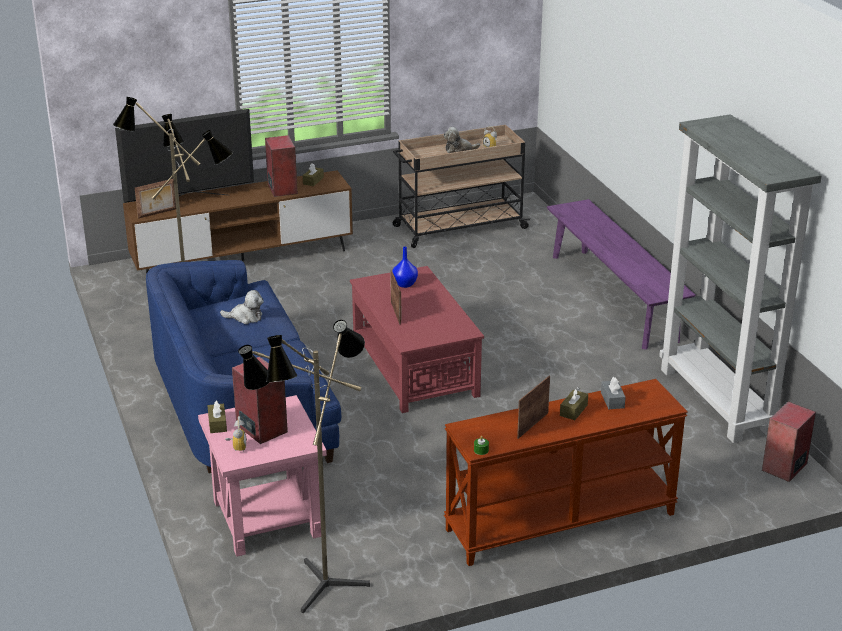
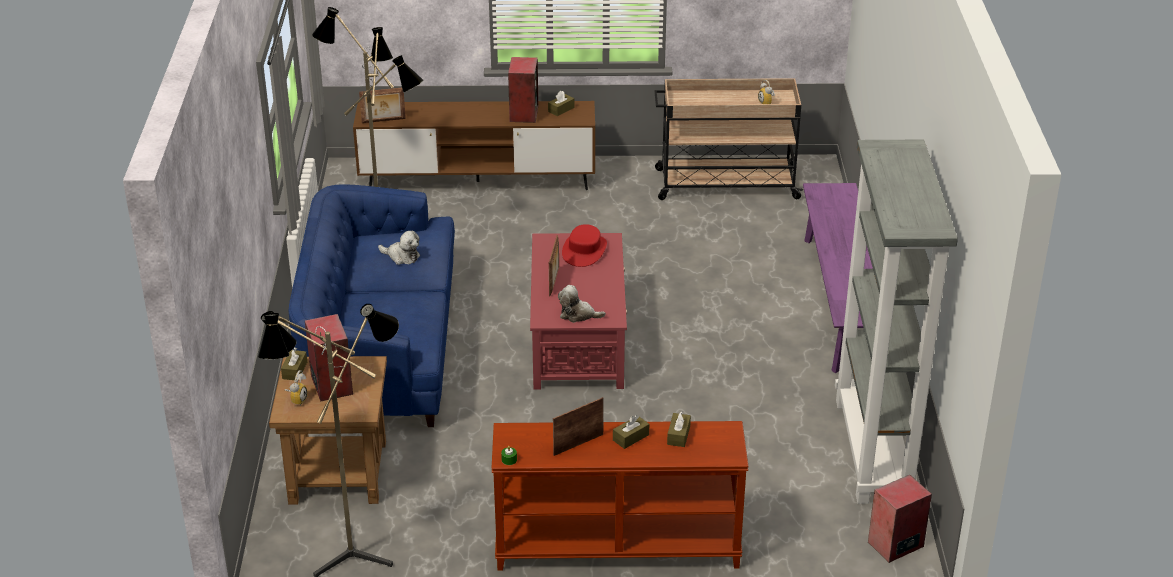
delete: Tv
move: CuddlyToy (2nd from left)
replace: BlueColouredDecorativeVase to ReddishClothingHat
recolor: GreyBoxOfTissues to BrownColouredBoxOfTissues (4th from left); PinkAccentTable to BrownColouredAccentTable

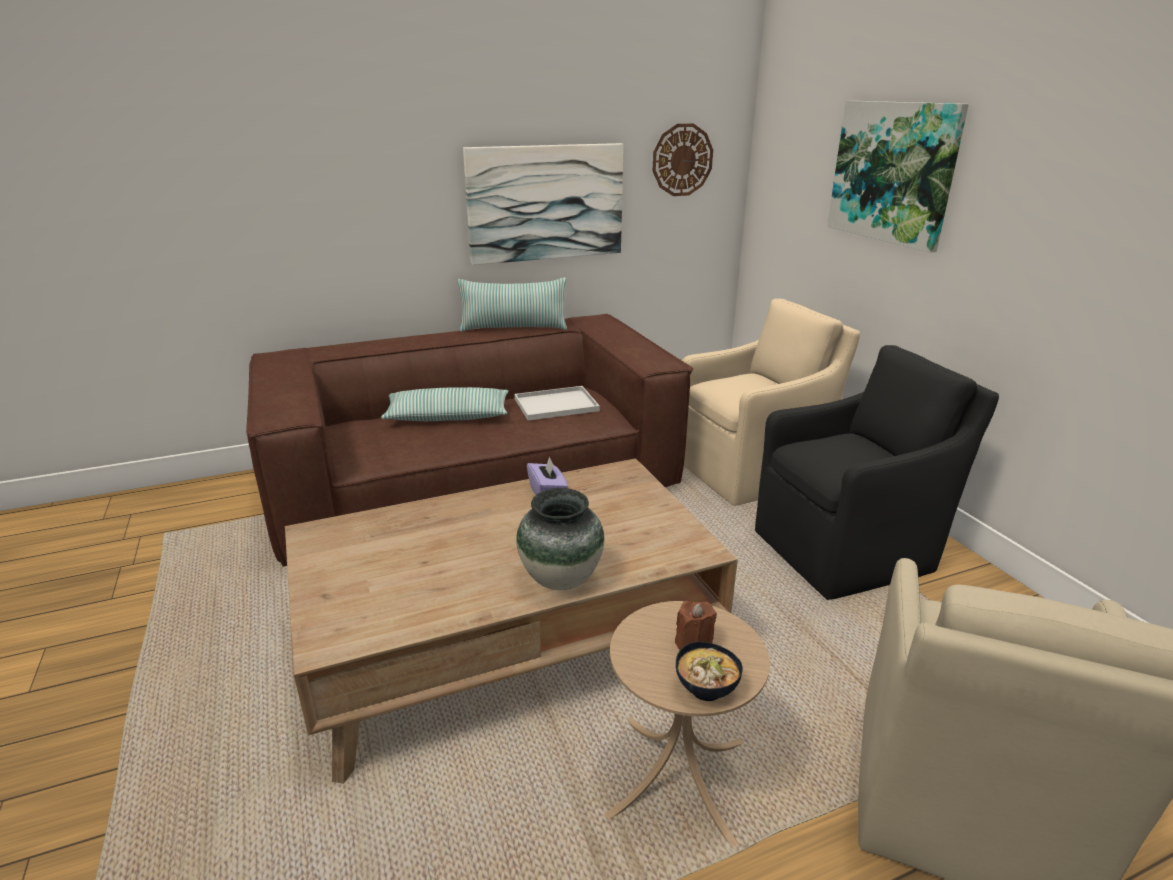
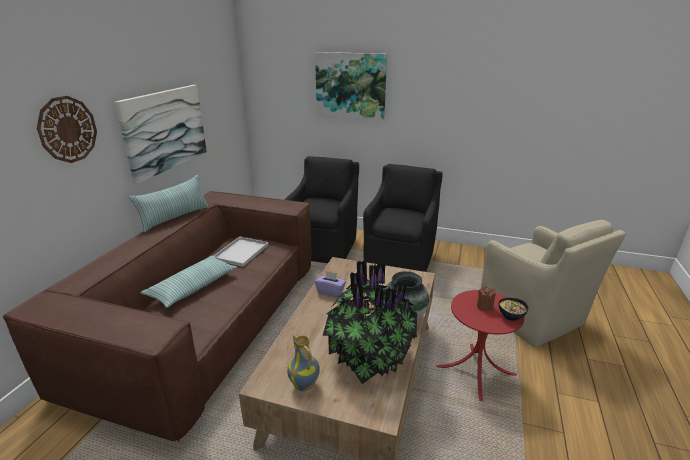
insert: PlantInAPot; DecorativeVase (1st from left)
move: HangingClock
recolor: SandColouredArmchair (1st from left) to BlackishArmchair (1st from left); SandColouredAccentTable to ReddishAccentTable

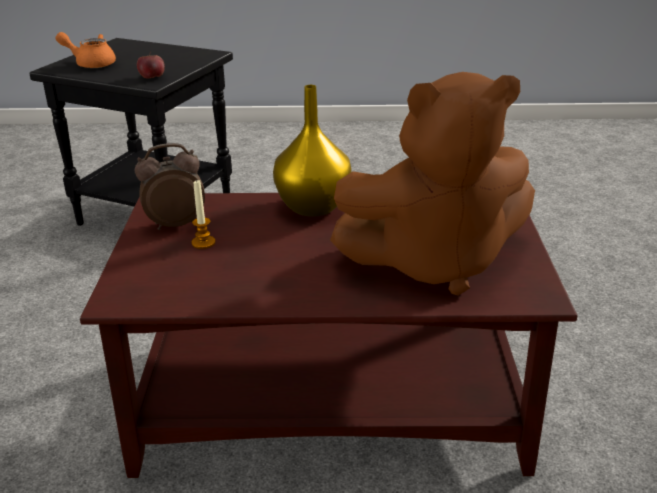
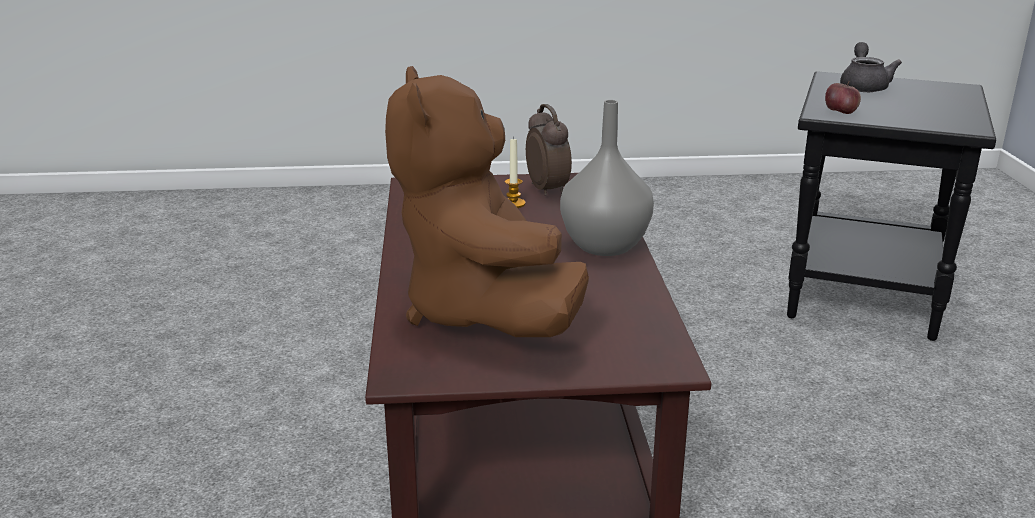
recolor: OrangeyPotForTea to GreyPotForTea; YellowishDecorativeVase to GreyDecorativeVase

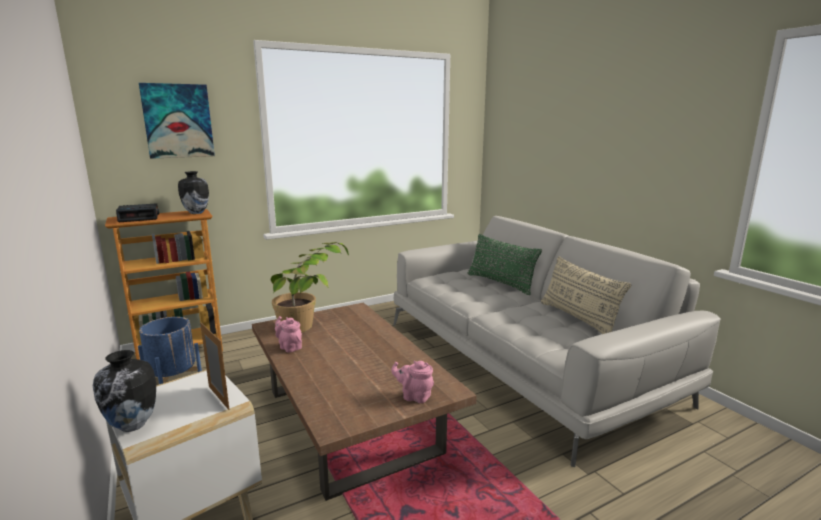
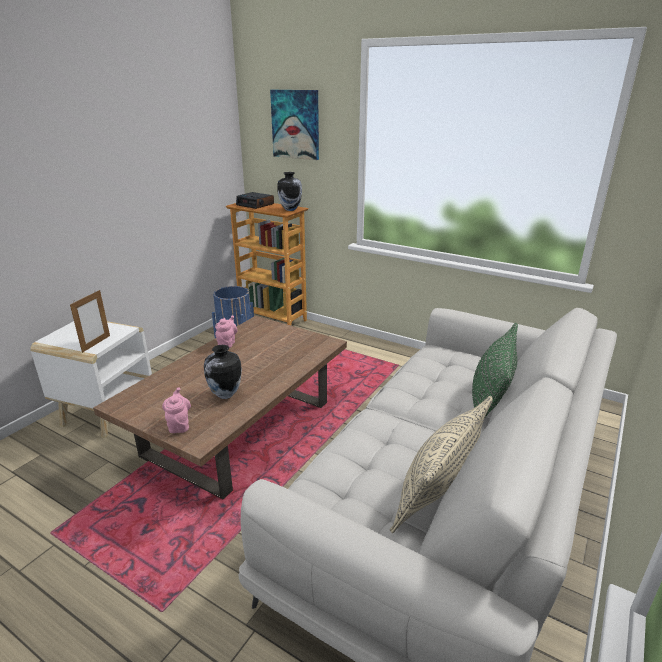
delete: PlantInAPot
move: DecorativeVase (1st from left)

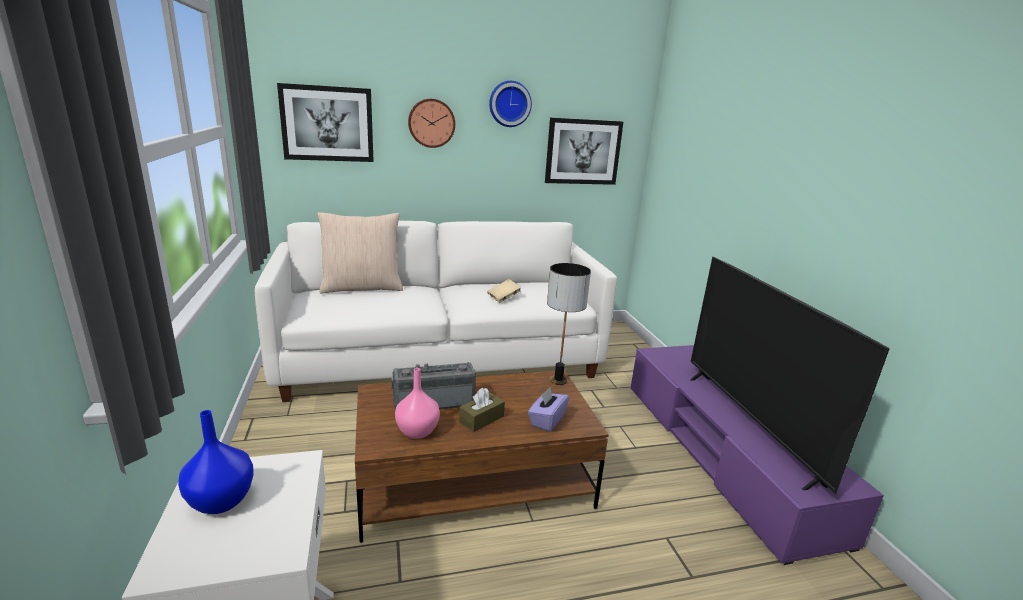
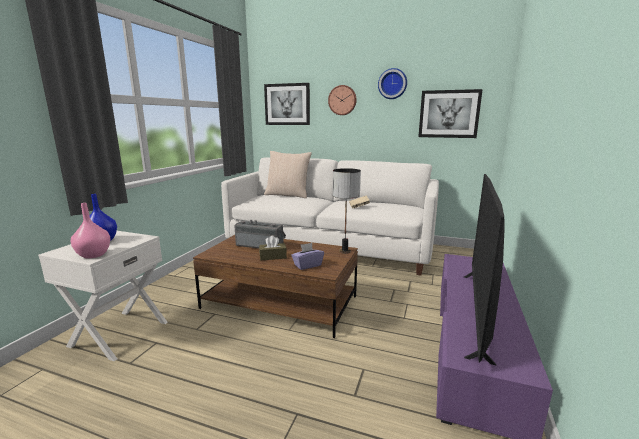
move: PinkDecorativeVase

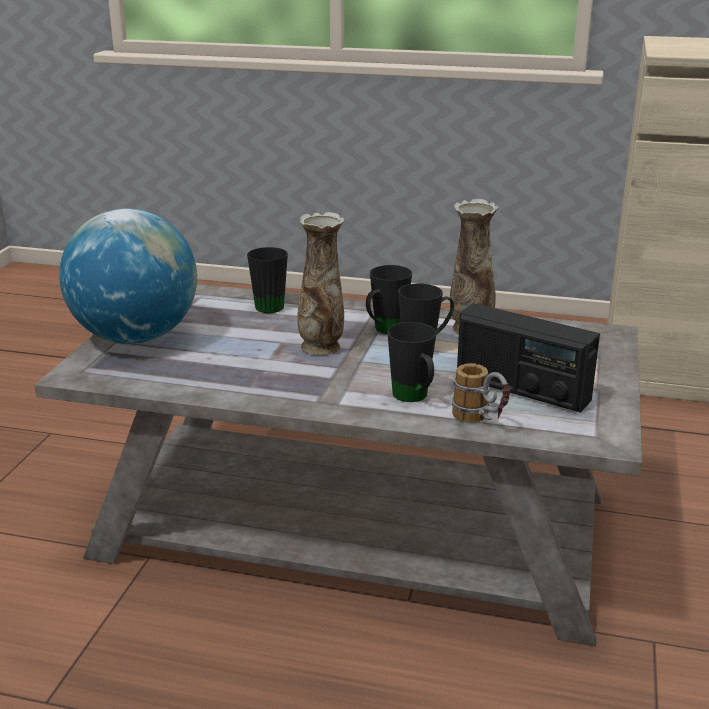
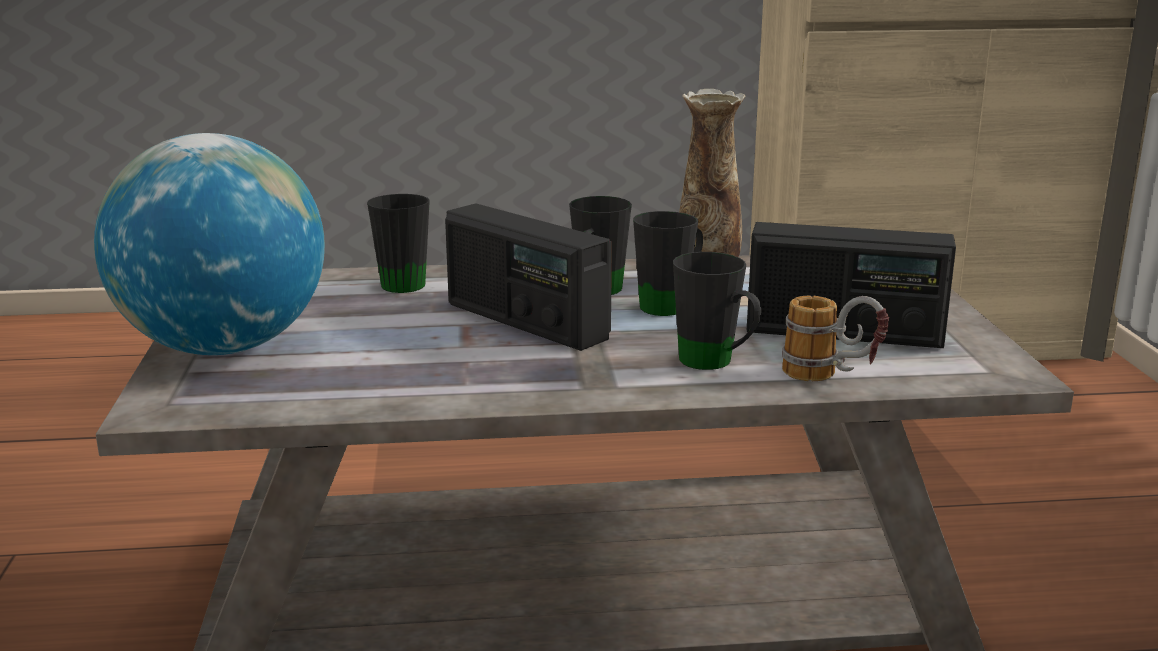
replace: DecorativeVase (1st from left) to Radio (1st from left)

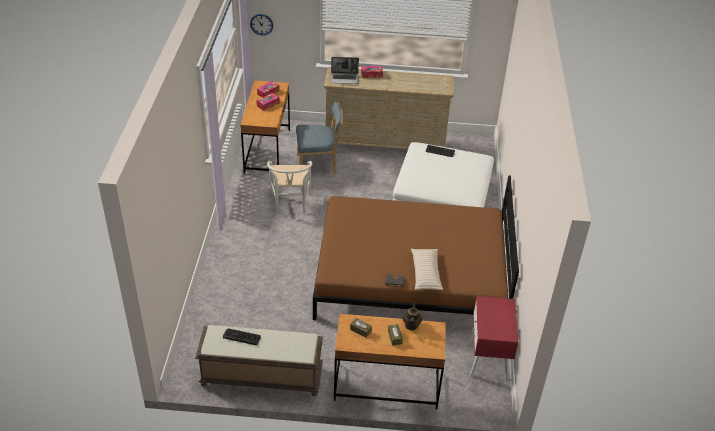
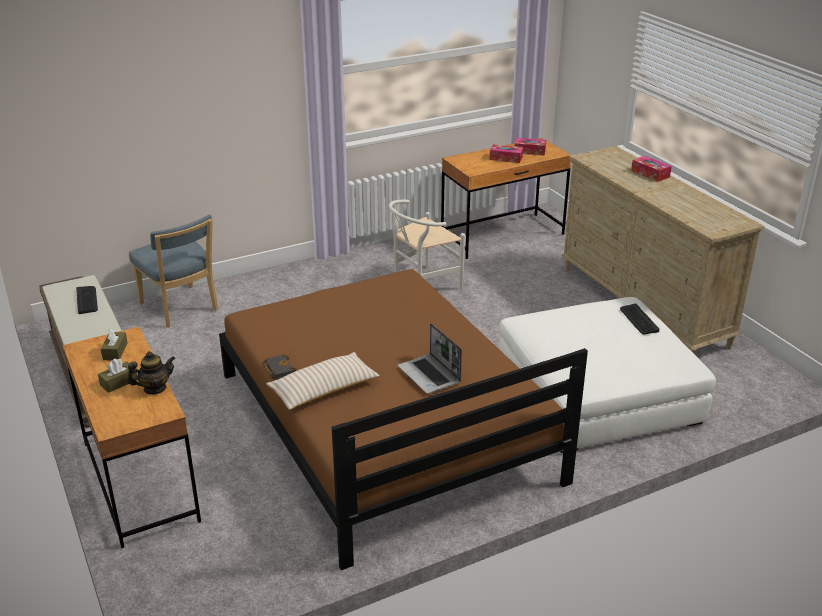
delete: HangingClock; ReddishBedsideTable
move: Laptop; BlueColouredChair

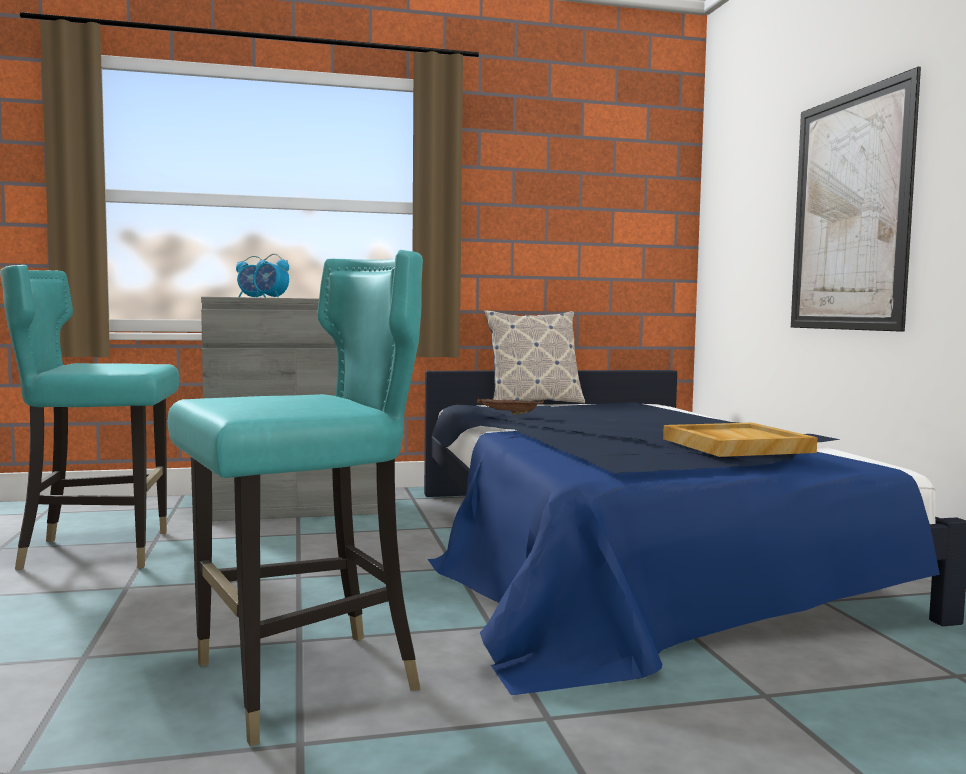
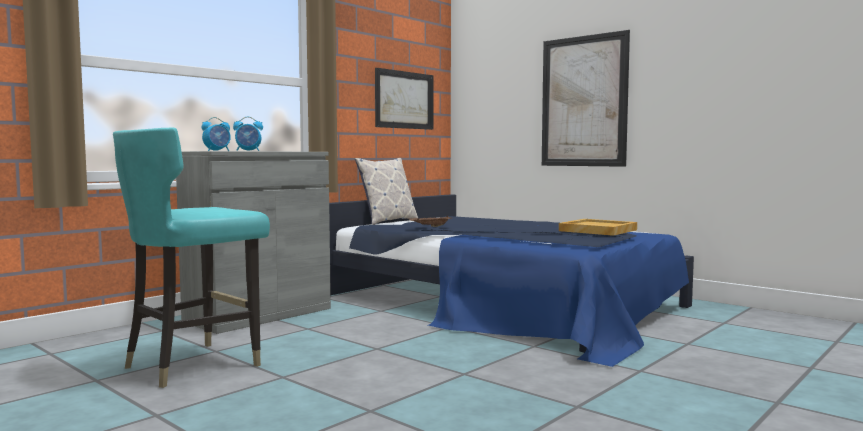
delete: TurquoiseColouredChair (2nd from left)
insert: Picture (1st from left)

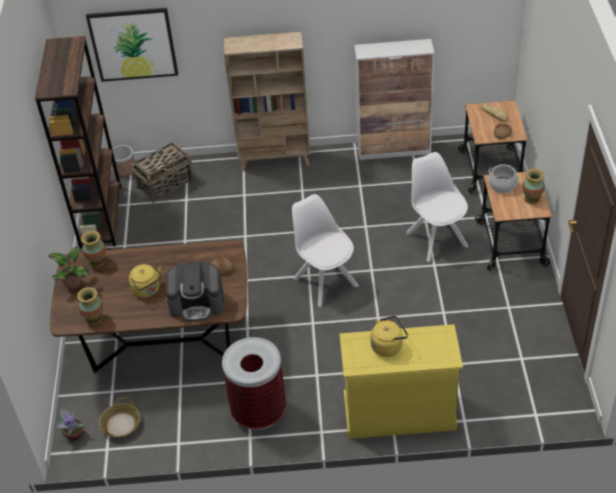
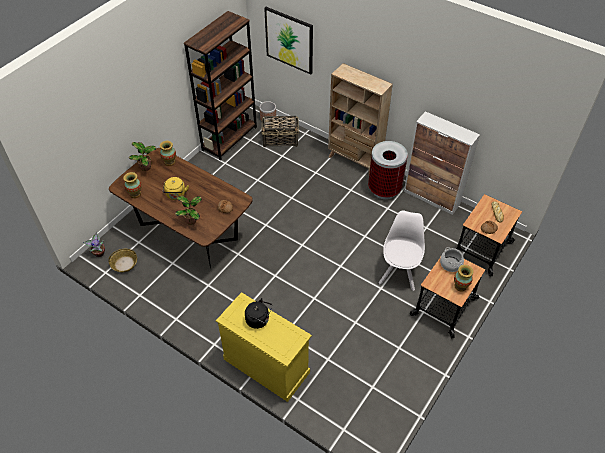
delete: WhiteChair (1st from left)
move: TrashCan
replace: CoffeeBrewer to PlantInAPot (3rd from left)
recolor: YellowishTeaKettle (2nd from left) to BlackishTeaKettle

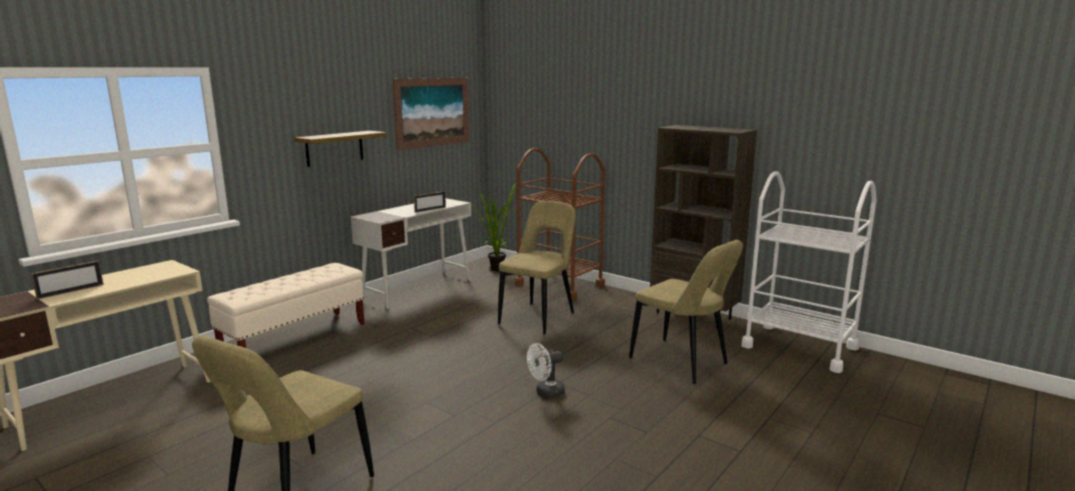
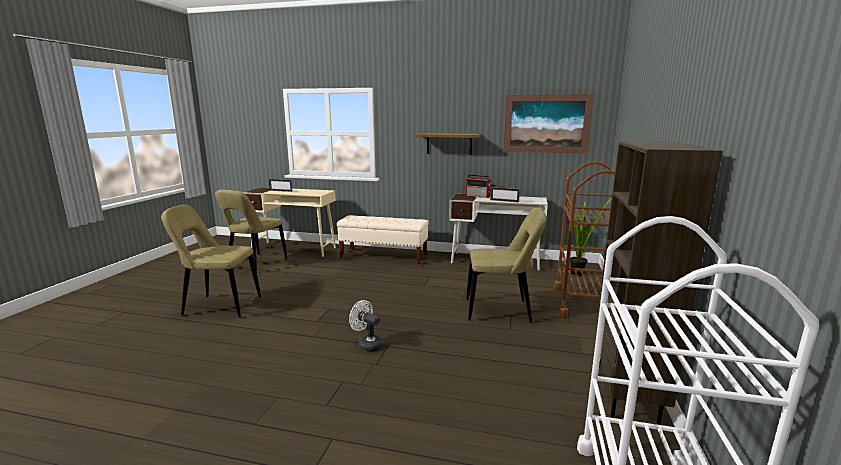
insert: Radio
move: SandColouredChair (3rd from left in the first image) to SandColouredChair (2nd from left)

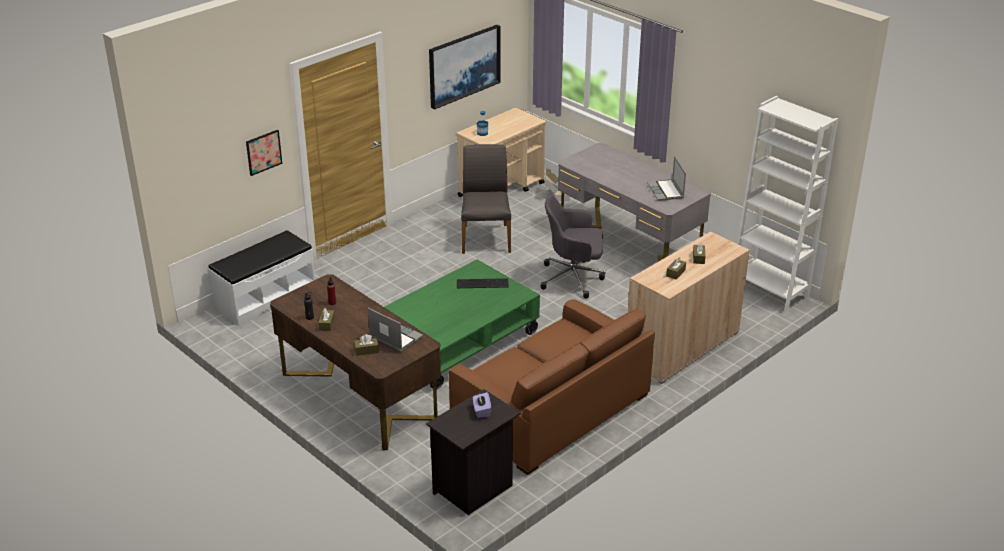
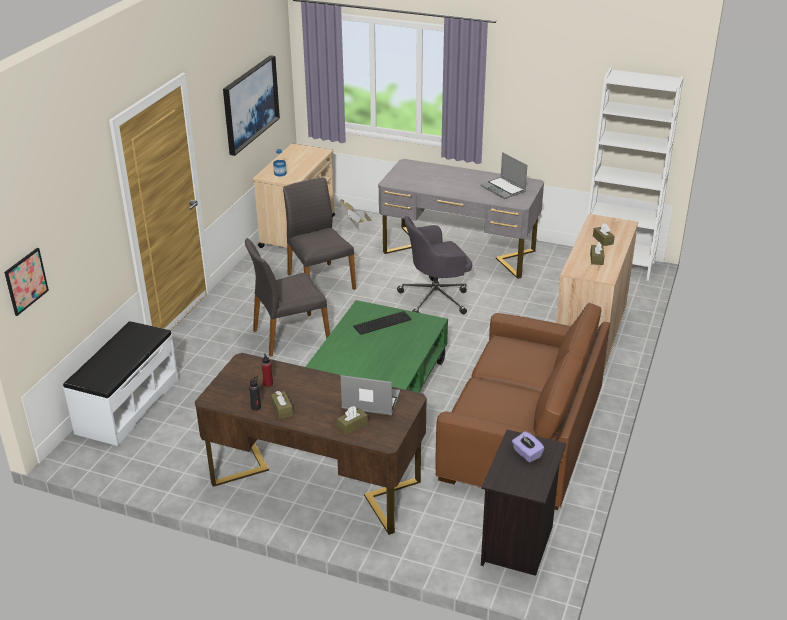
insert: GreyChair (1st from left)
move: Picture (1st from left)

